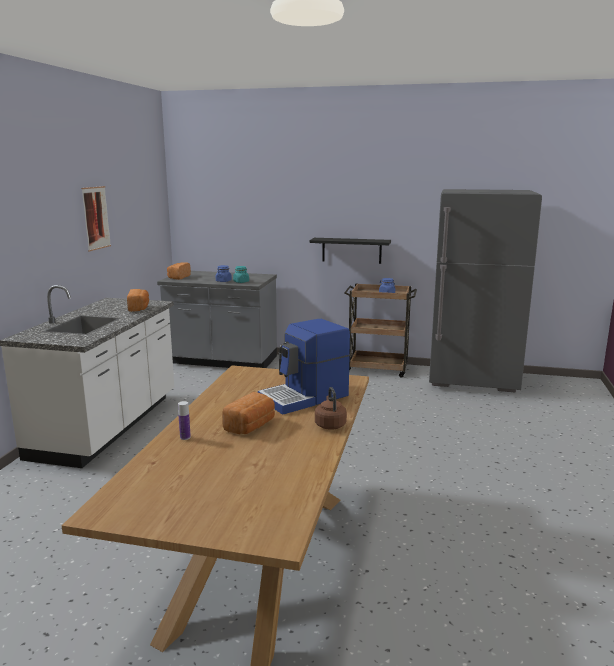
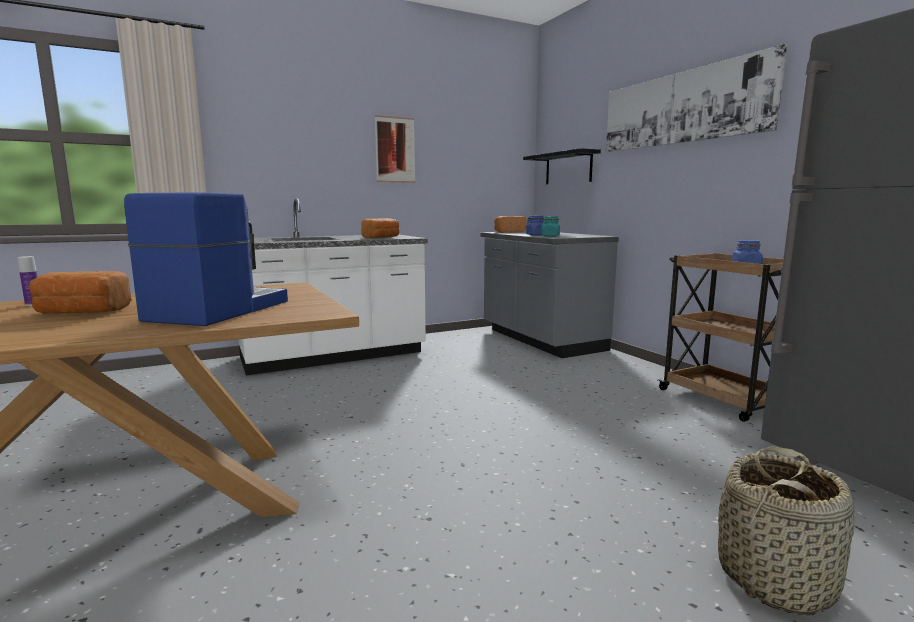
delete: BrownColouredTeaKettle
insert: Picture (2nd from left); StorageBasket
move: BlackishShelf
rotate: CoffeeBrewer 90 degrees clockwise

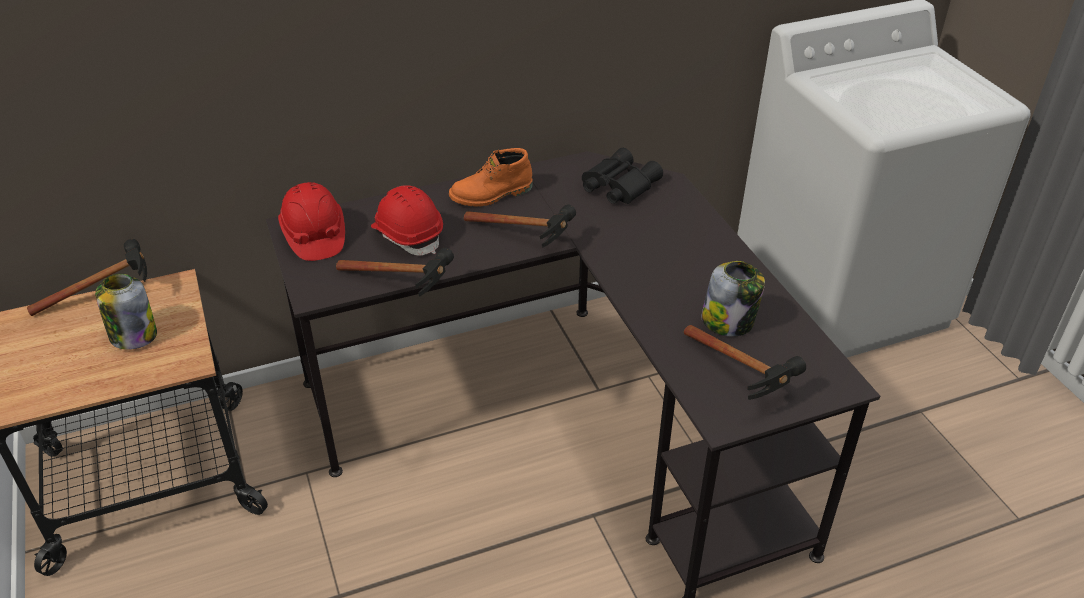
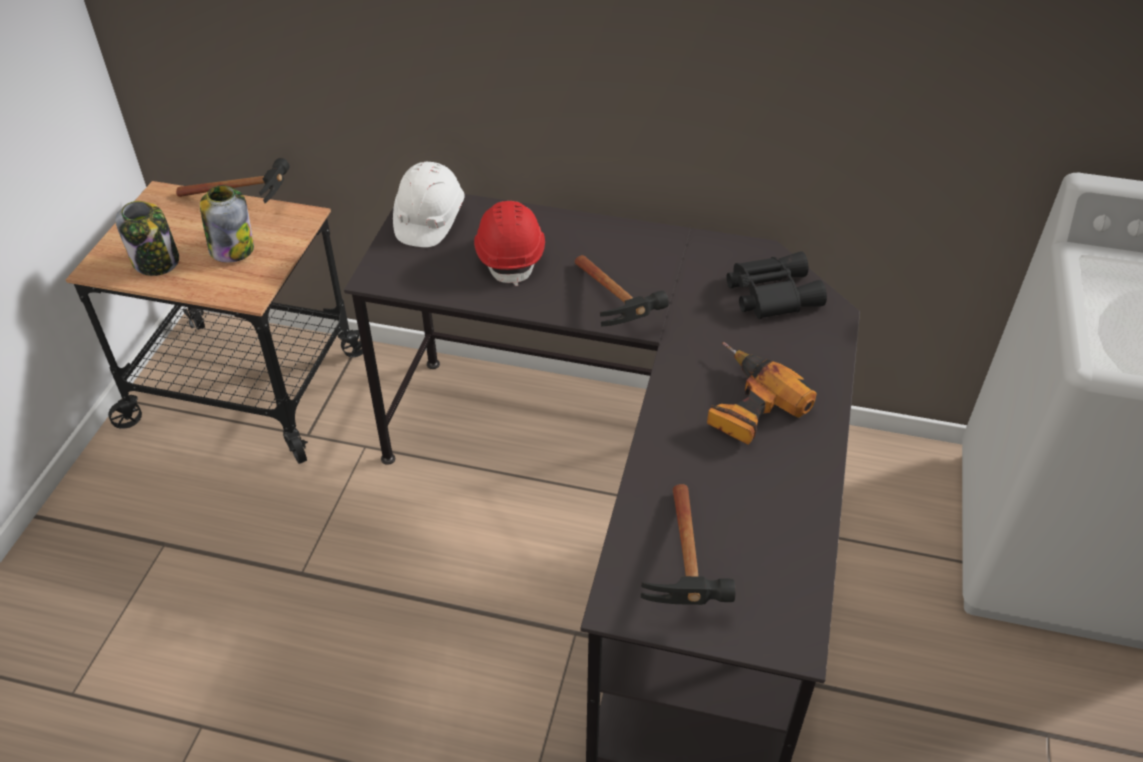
delete: OrangeyHighTopBoot; ToolHammer (2nd from left)
insert: Drill
move: Jar (2nd from left in the first image) to Jar (1st from left)
recolor: ReddishWorkHelmet (1st from left) to WhiteWorkHelmet

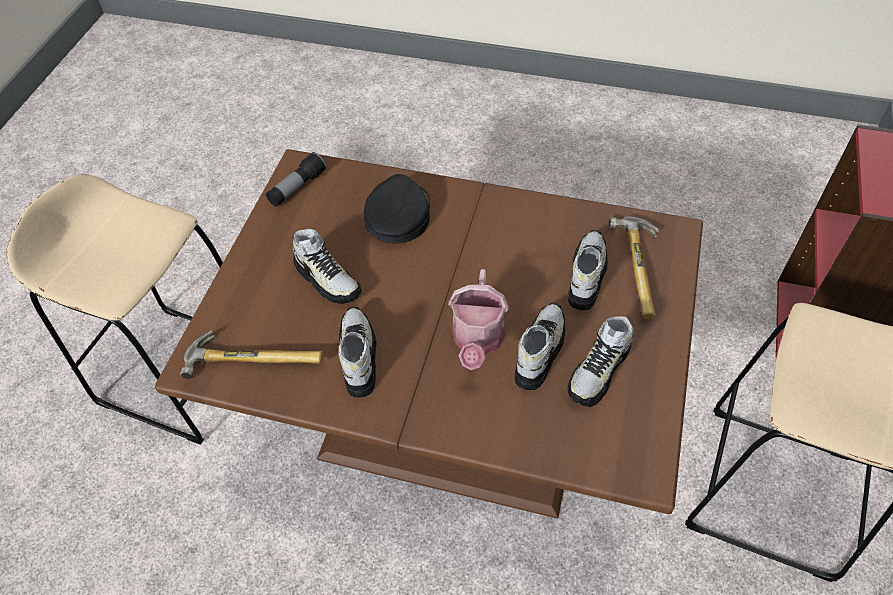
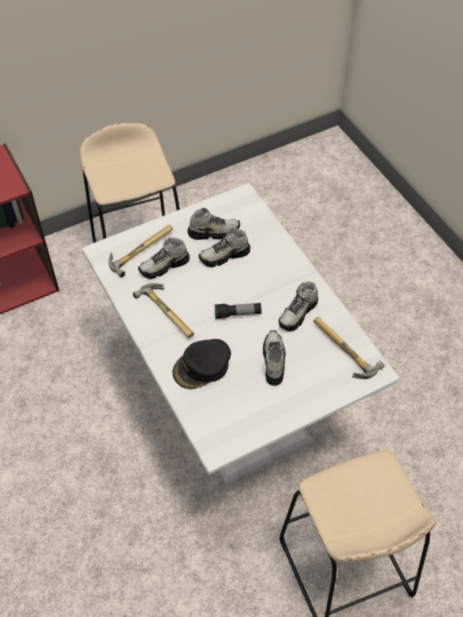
delete: SprinklingCan
insert: ToolHammer (2nd from left)
move: Flashlight
recolor: BrownColouredDiningTable to WhiteDiningTable

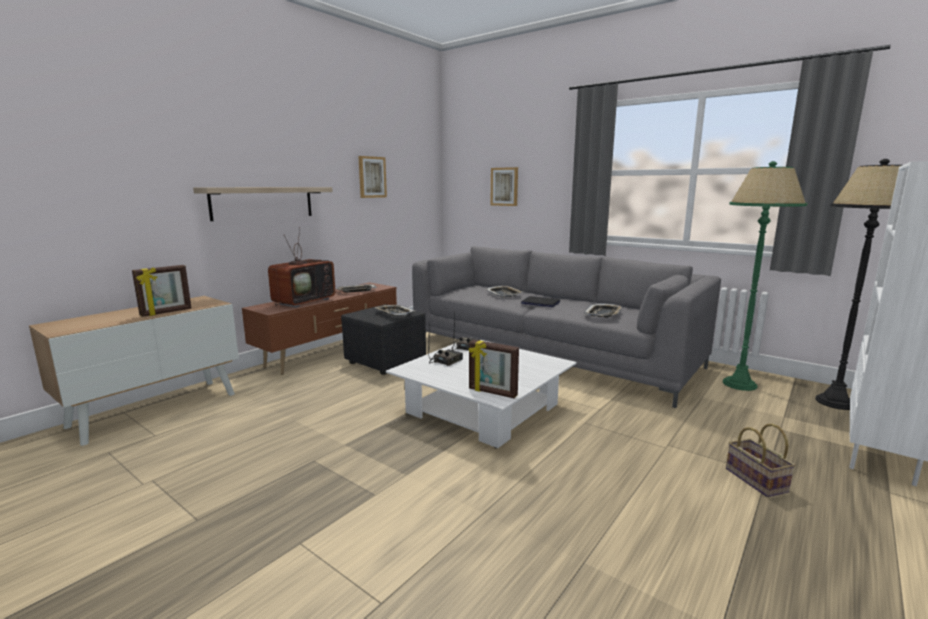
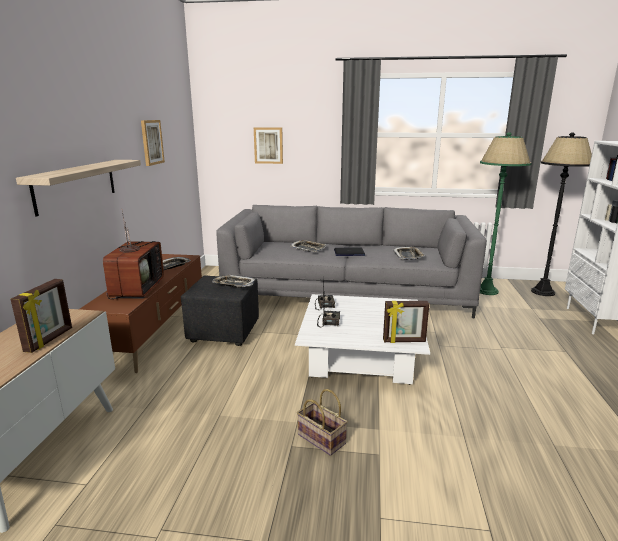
move: StorageBasket

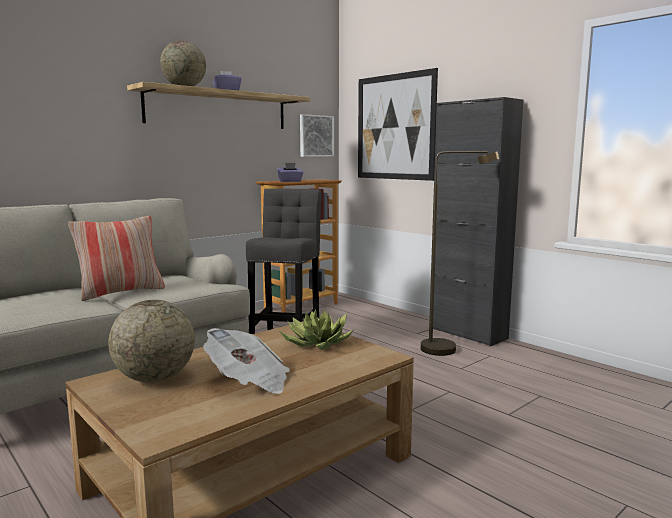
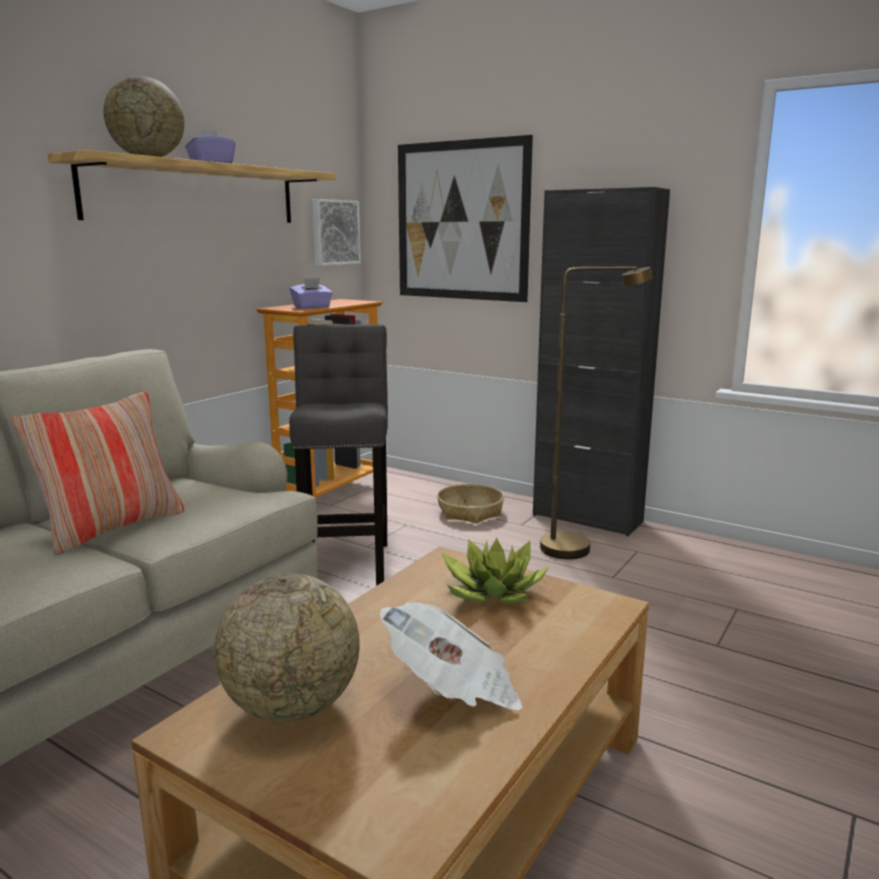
insert: StorageBasket

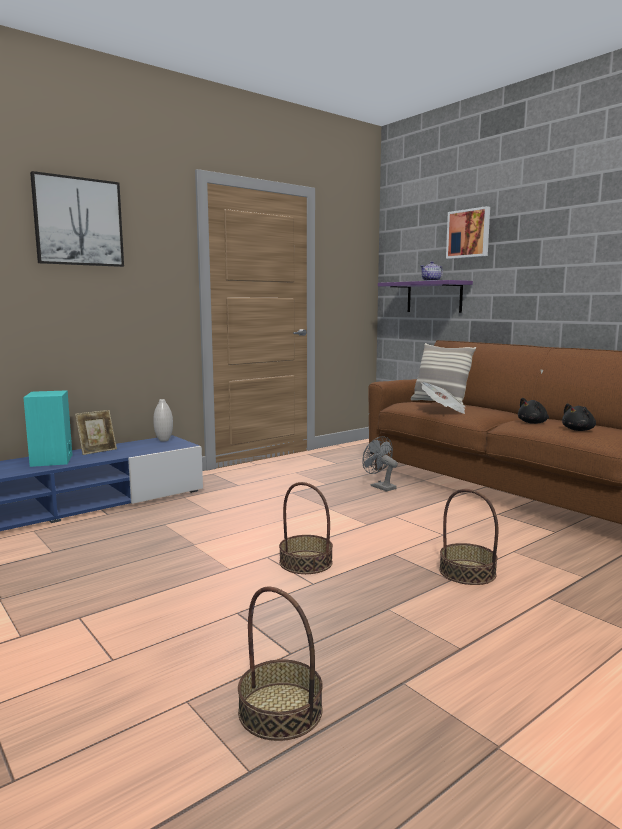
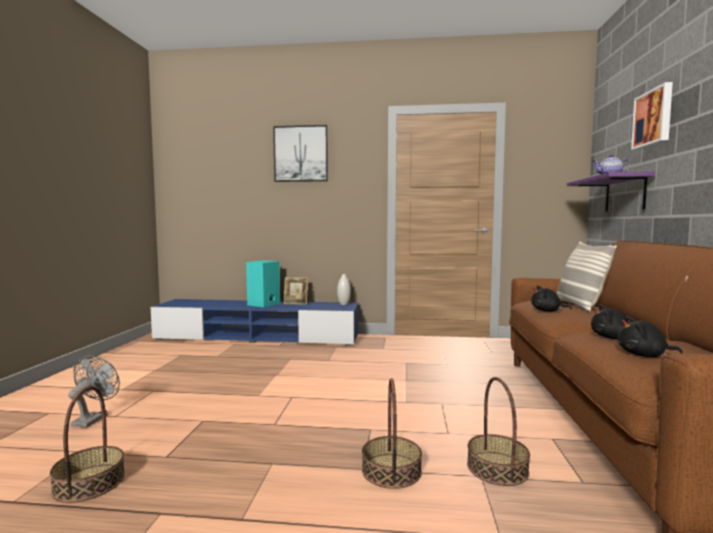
move: GreyFan; StorageBasket (2nd from left in the first image) to StorageBasket (3rd from left)
replace: PrintedPaper to BlackishCuddlyToy (1st from left)

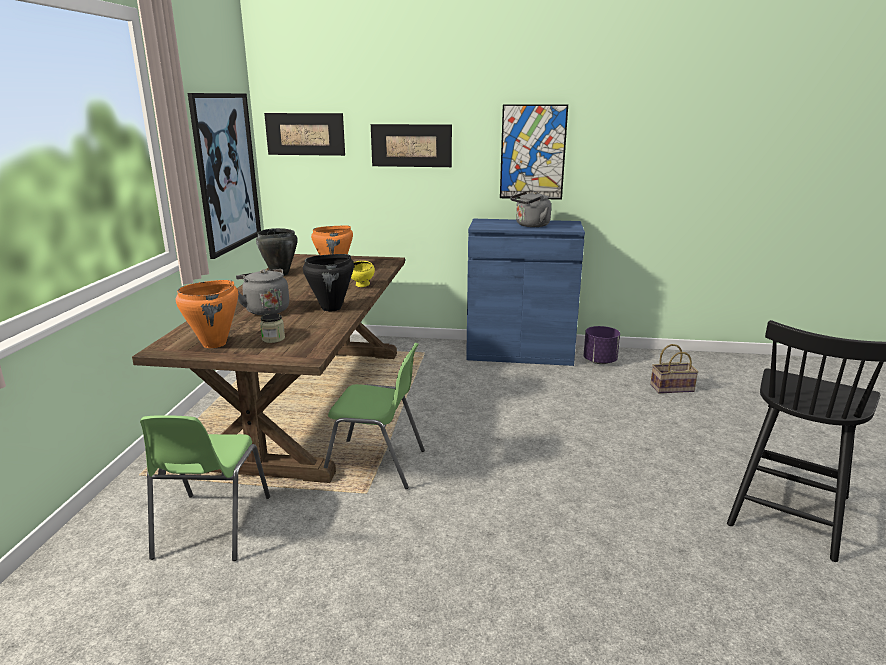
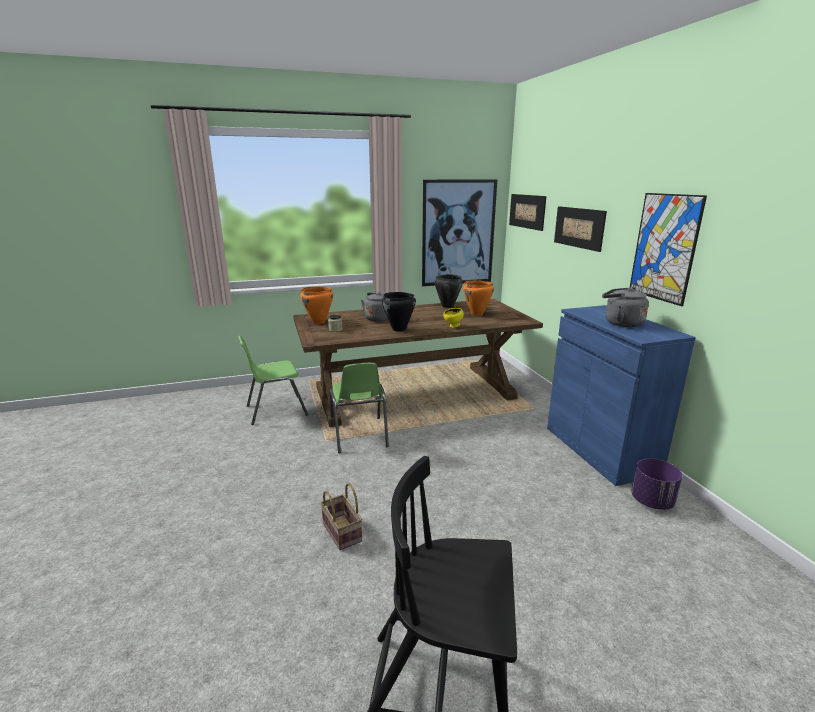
move: StorageBasket

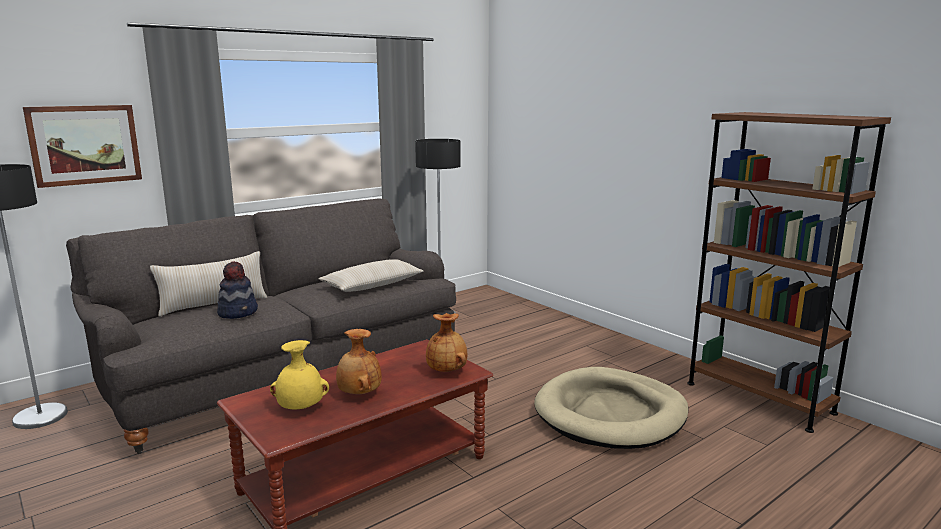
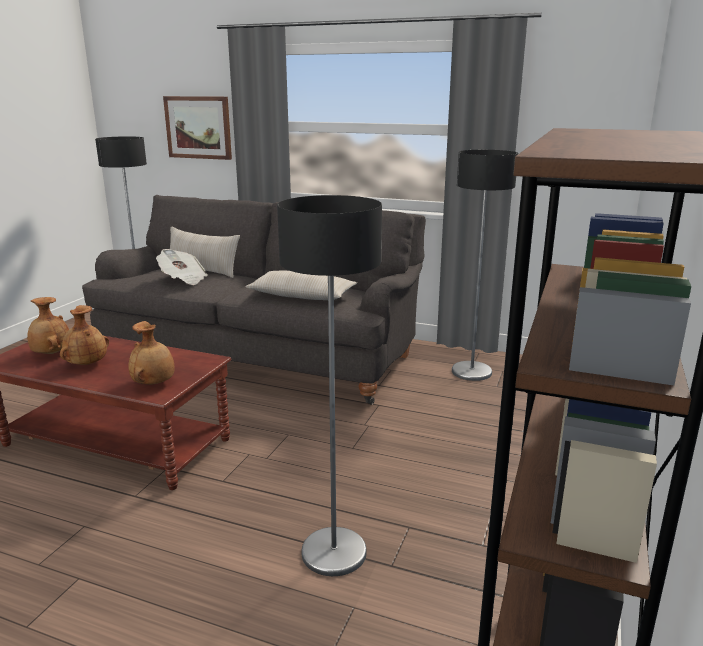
replace: ClothingHat to PrintedPaper; SandColouredDogCushion to StandingLamp (2nd from left)
recolor: YellowishDecorativeVase to BrownColouredDecorativeVase (1st from left)

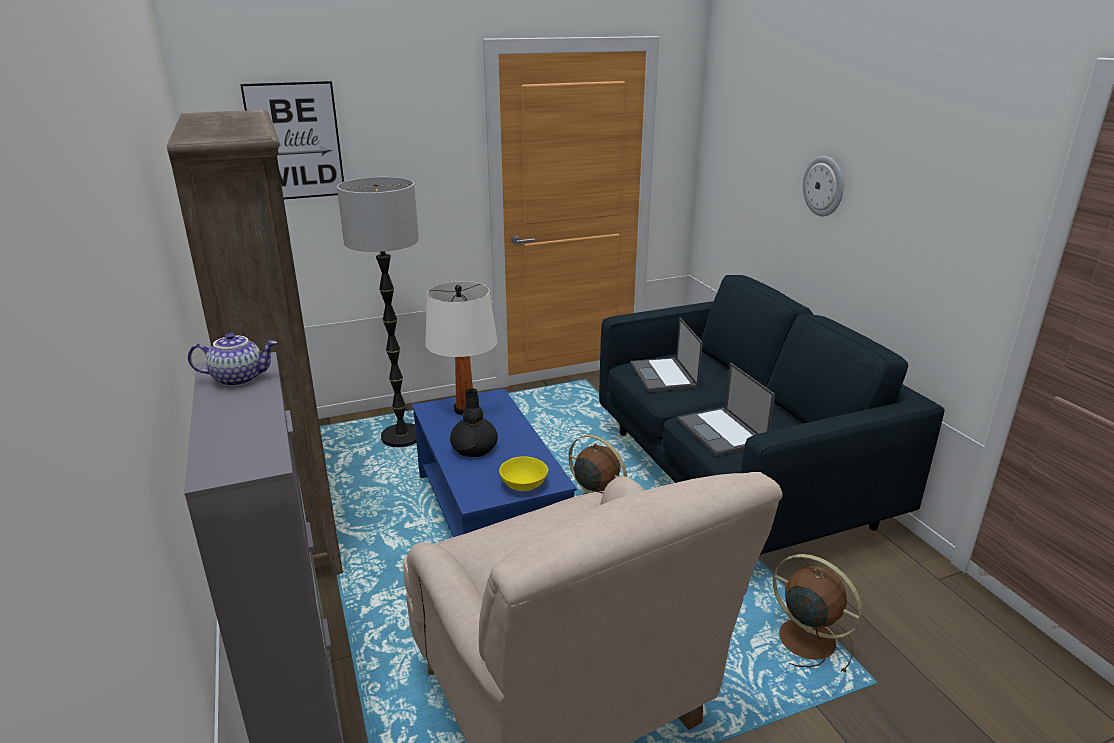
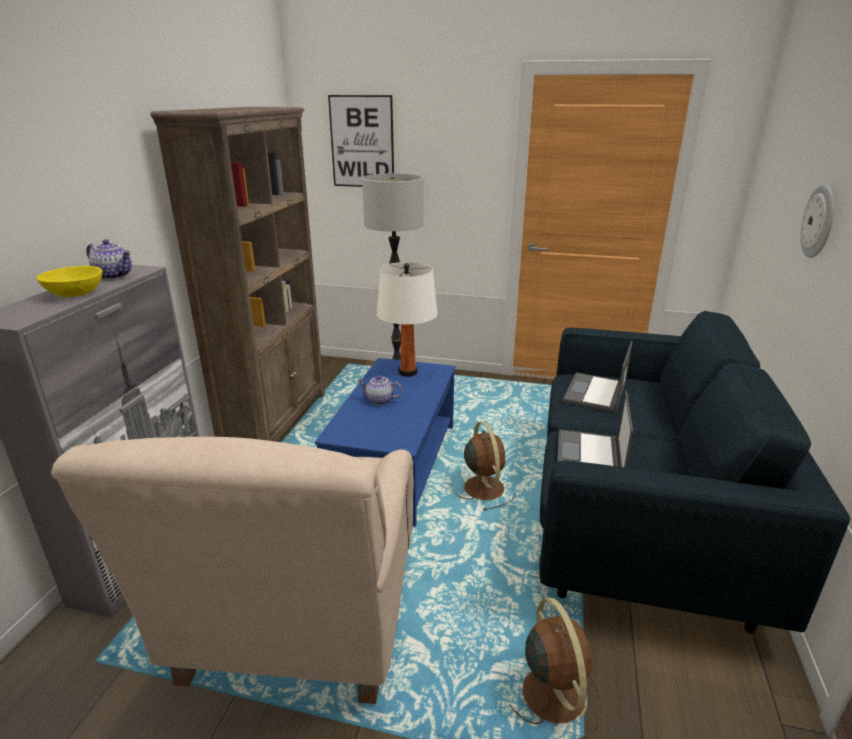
move: YellowishBowl
replace: BlackishDecorativeVase to PotForTea (2nd from left)

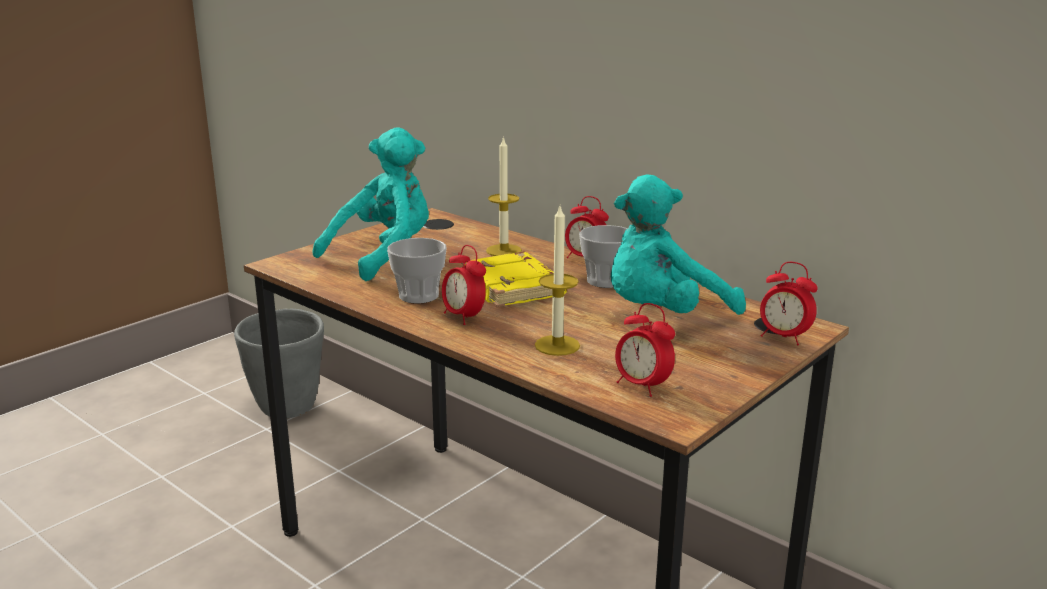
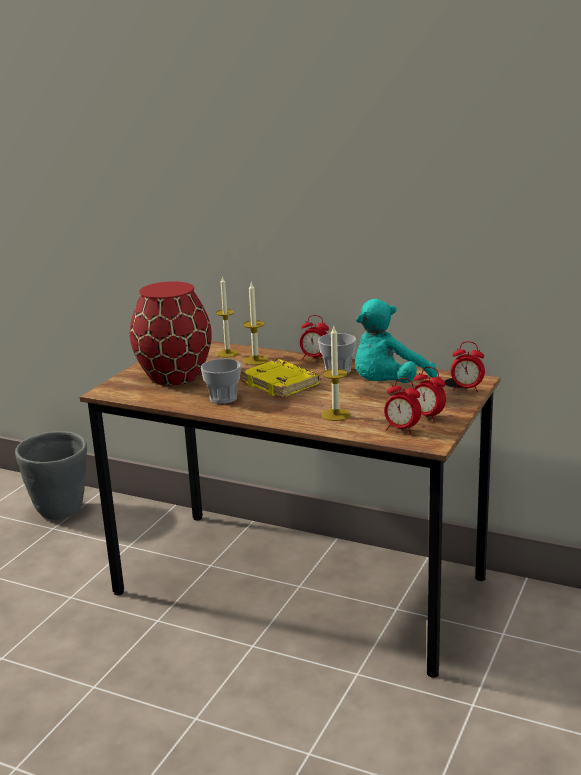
insert: WaxCandle (1st from left)
move: TableClock (1st from left in the first image) to TableClock (3rd from left)
replace: TurquoiseColouredCuddlyToy (1st from left) to ReddishDecorativeVase

